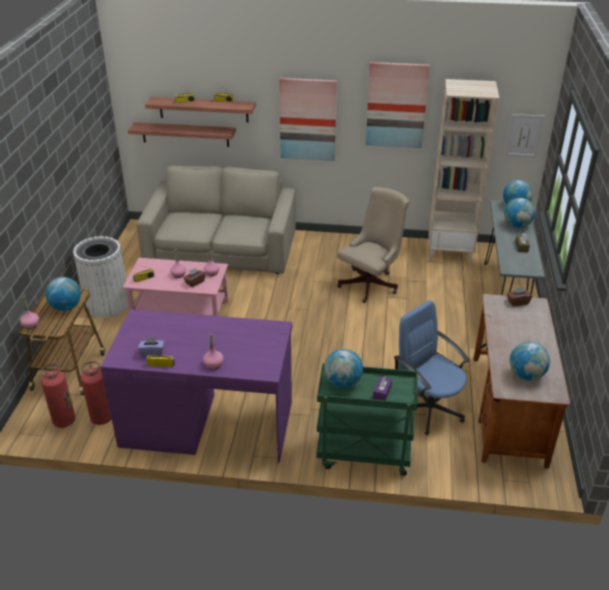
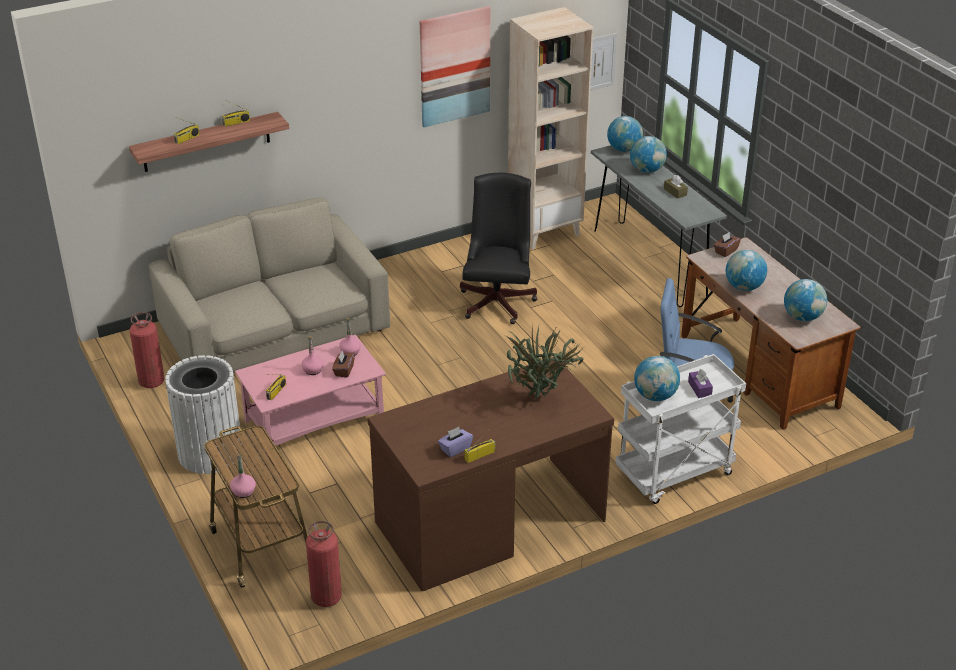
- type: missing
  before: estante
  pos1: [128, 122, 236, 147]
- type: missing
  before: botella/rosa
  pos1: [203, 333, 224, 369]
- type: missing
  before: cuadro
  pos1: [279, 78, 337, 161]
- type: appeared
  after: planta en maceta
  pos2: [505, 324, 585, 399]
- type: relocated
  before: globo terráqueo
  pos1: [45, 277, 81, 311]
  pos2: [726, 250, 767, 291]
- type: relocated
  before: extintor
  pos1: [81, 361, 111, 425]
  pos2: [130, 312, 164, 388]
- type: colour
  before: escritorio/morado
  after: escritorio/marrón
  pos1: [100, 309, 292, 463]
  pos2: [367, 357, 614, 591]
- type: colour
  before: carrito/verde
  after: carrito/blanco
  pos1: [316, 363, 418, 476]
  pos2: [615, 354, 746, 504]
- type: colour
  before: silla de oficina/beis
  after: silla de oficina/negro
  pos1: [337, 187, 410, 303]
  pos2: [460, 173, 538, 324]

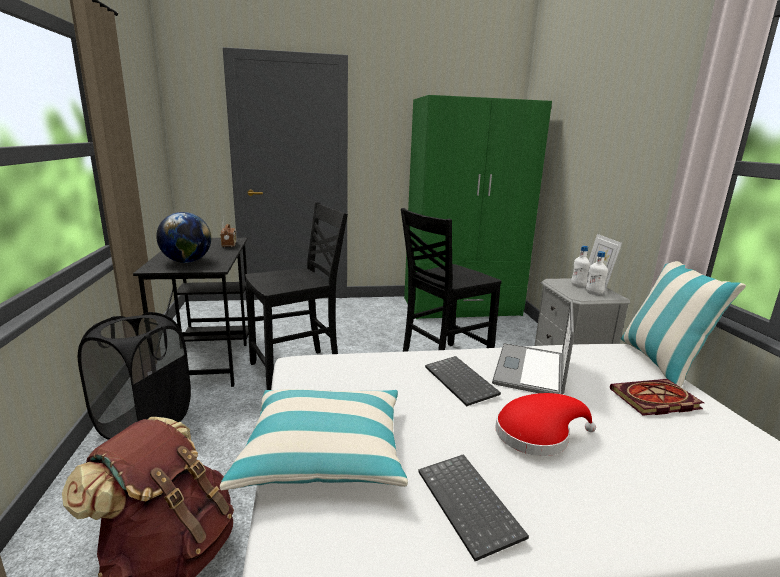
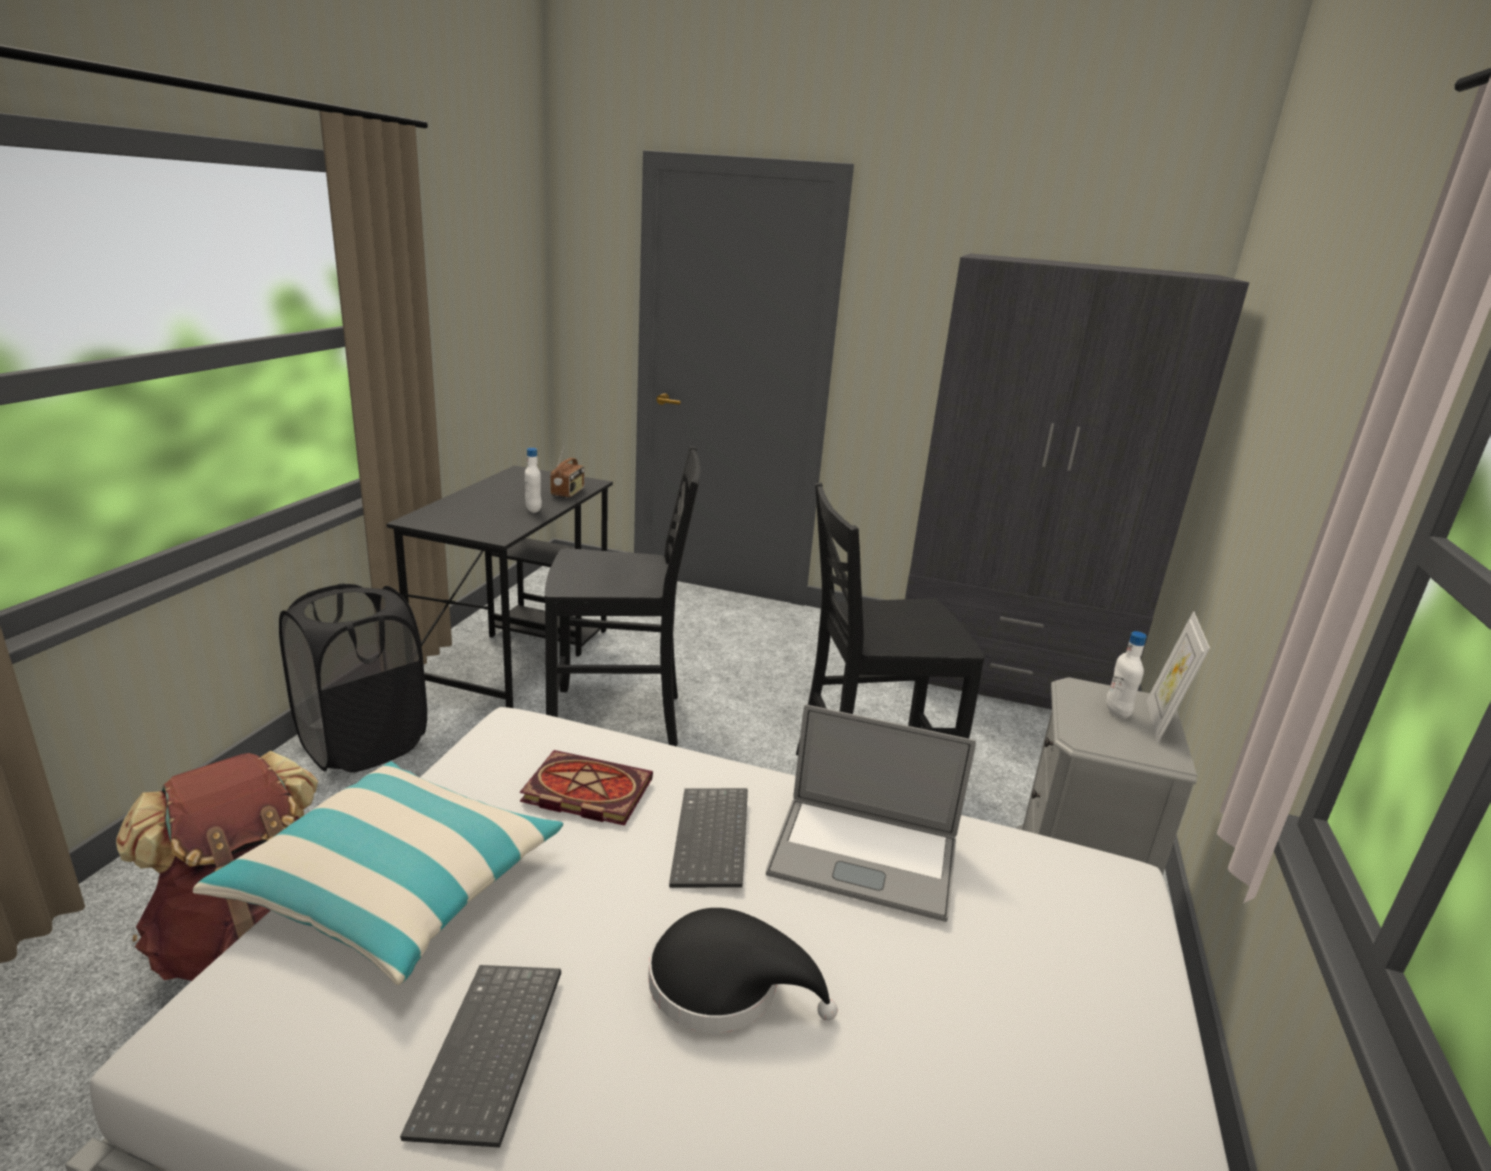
- type: missing
  before: globo terráqueo
  pos1: [156, 212, 211, 263]
- type: missing
  before: cojín
  pos1: [621, 261, 746, 387]
- type: relocated
  before: botella/blanco
  pos1: [586, 251, 608, 295]
  pos2: [525, 448, 542, 513]
- type: relocated
  before: libro
  pos1: [610, 379, 704, 416]
  pos2: [520, 750, 653, 826]
- type: colour
  before: armario ropero/verde
  after: armario ropero/gris
  pos1: [404, 95, 552, 319]
  pos2: [905, 253, 1249, 709]
- type: colour
  before: sombrero/rojo
  after: sombrero/negro
  pos1: [495, 393, 596, 456]
  pos2: [648, 908, 838, 1033]
- type: spun
  before: portátil
  pos1: [492, 300, 574, 394]
  pos2: [766, 705, 976, 922]
  turn: -120

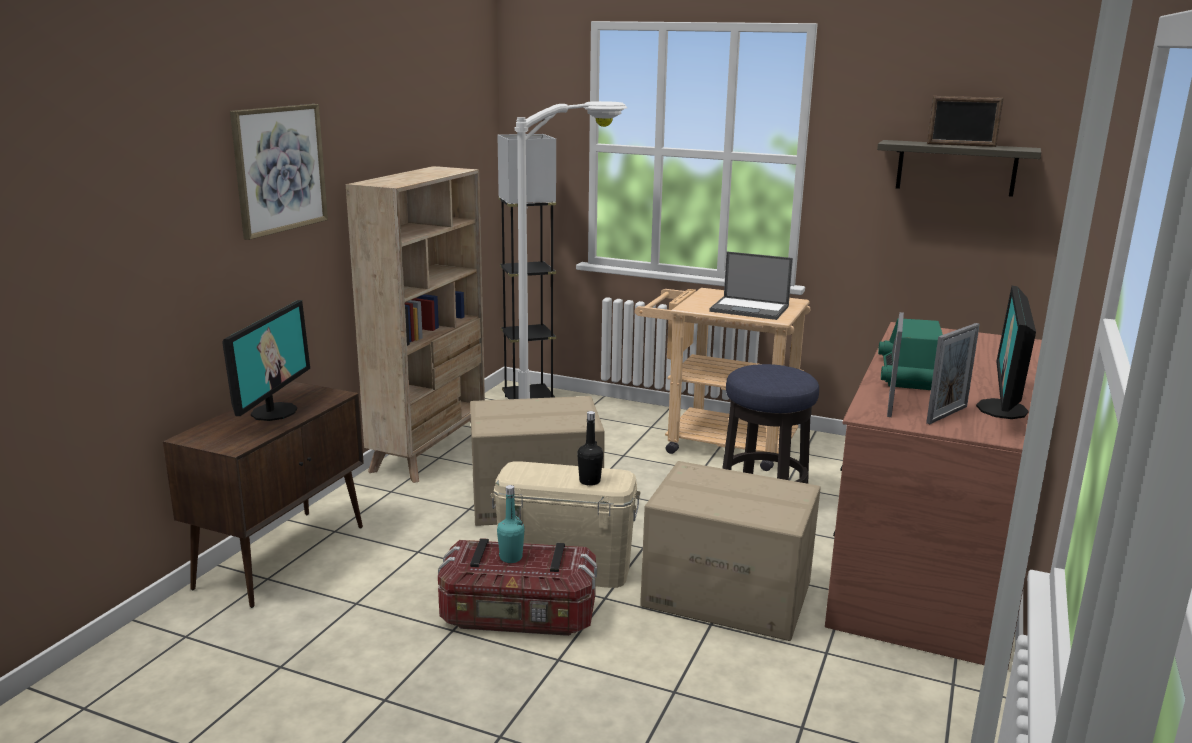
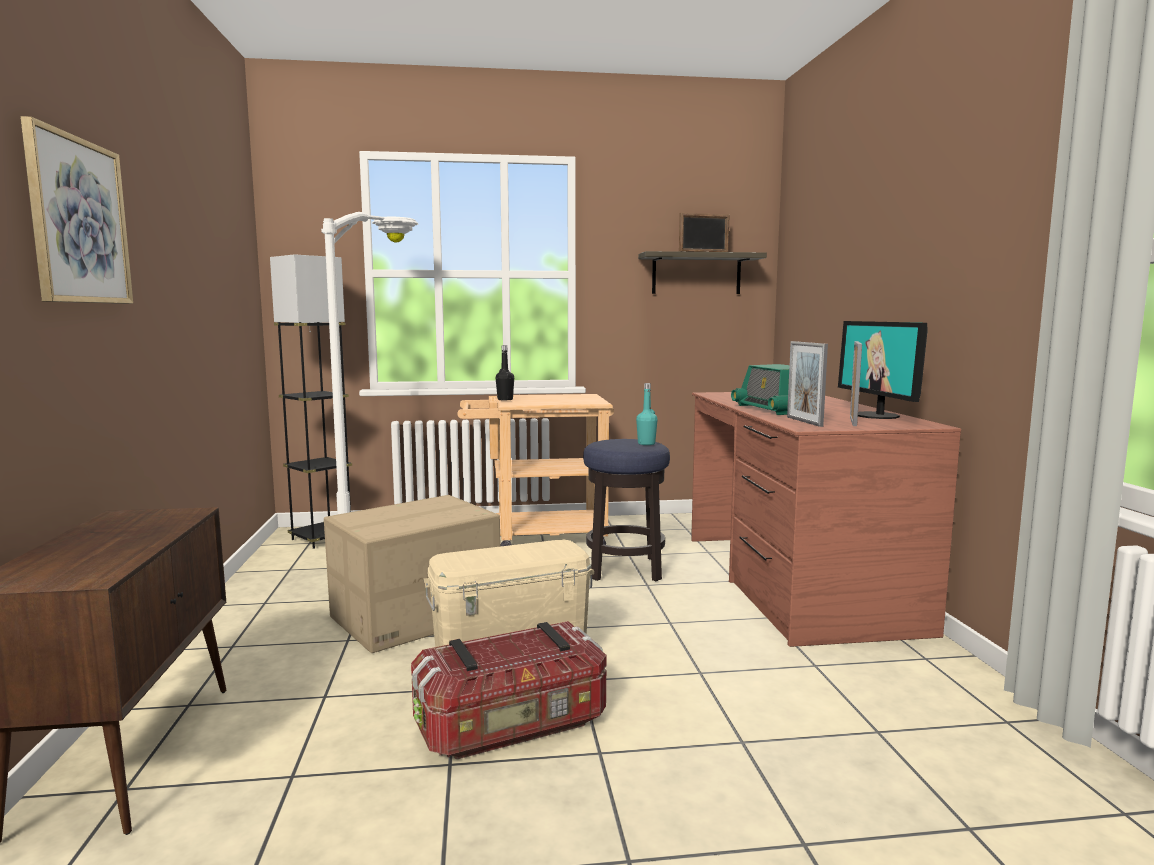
- type: missing
  before: monitor
  pos1: [222, 300, 310, 421]
- type: missing
  before: estantería/beis
  pos1: [346, 166, 485, 483]
- type: missing
  before: caja de cartón
  pos1: [640, 461, 821, 641]
- type: missing
  before: portátil
  pos1: [709, 251, 793, 320]
- type: relocated
  before: botella/turquesa
  pos1: [497, 485, 525, 563]
  pos2: [636, 383, 658, 445]
- type: relocated
  before: botella/negro
  pos1: [577, 411, 603, 486]
  pos2: [496, 345, 514, 401]

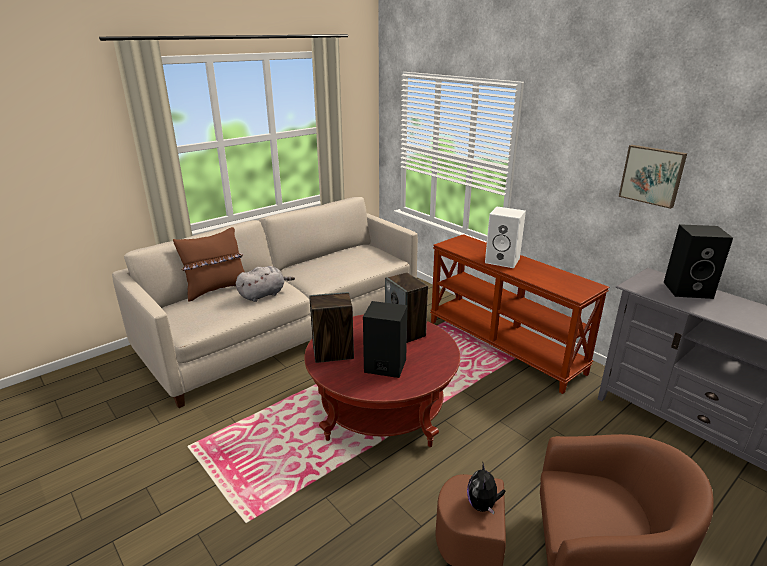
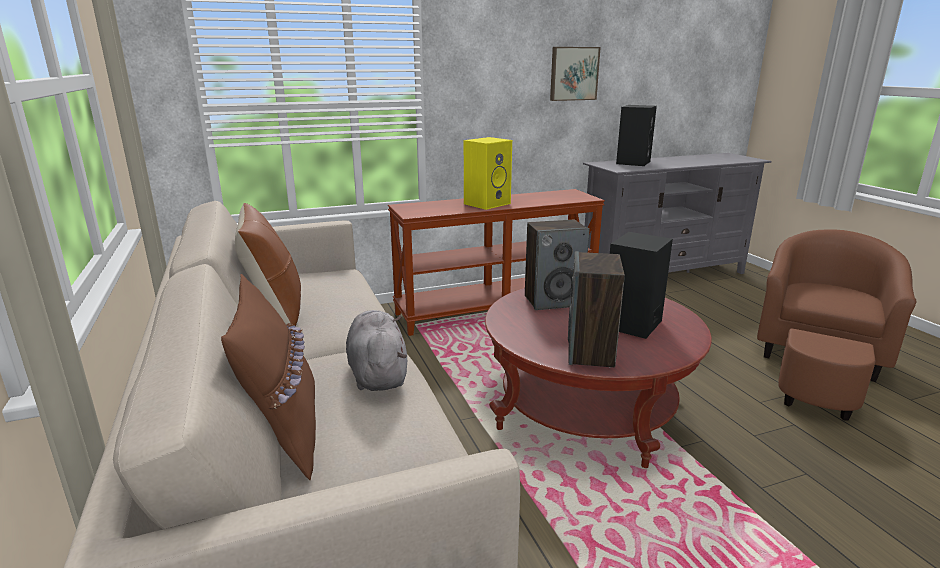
- type: missing
  before: peluche
  pos1: [467, 461, 506, 515]
- type: appeared
  after: cojín/marrón
  pos2: [235, 203, 301, 326]
- type: colour
  before: altavoz/blanco
  after: altavoz/amarillo
  pos1: [485, 207, 526, 268]
  pos2: [464, 137, 512, 210]

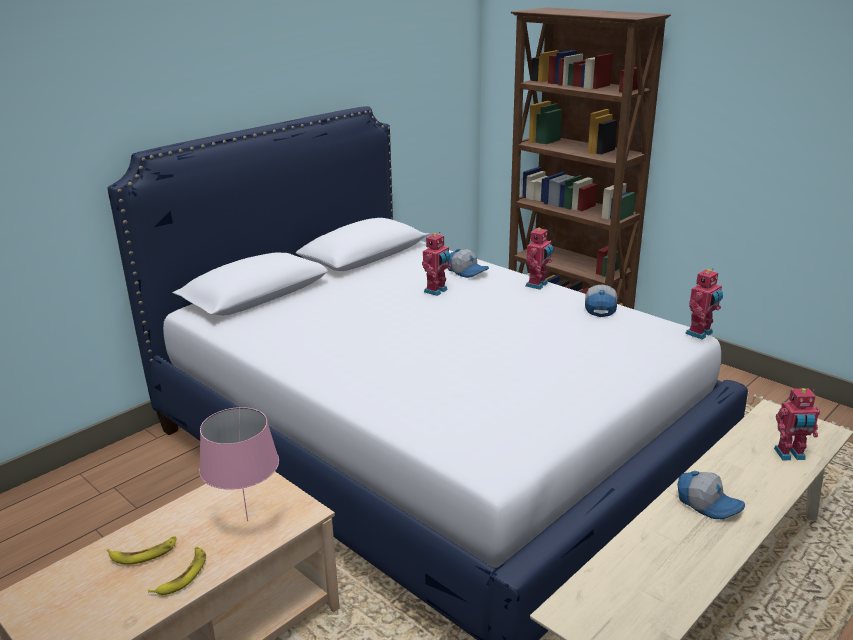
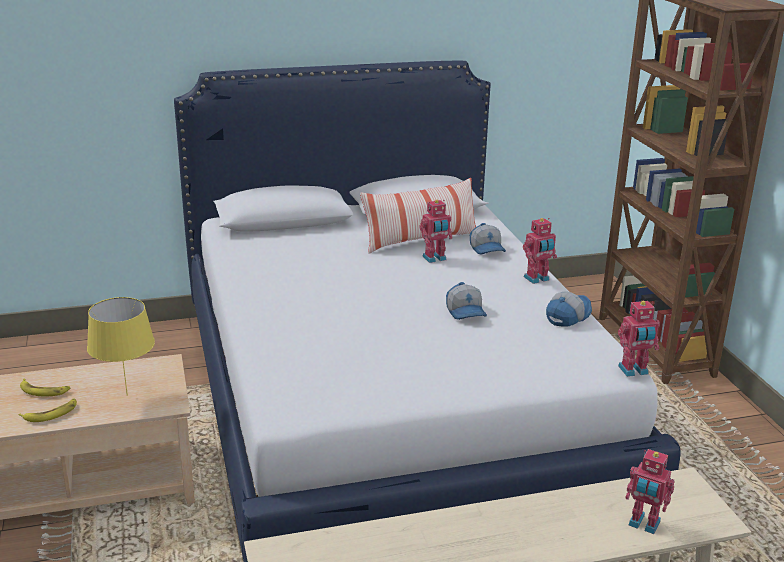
- type: appeared
  after: cojín
  pos2: [360, 178, 476, 253]
- type: relocated
  before: gorra
  pos1: [677, 471, 745, 519]
  pos2: [446, 282, 487, 320]
- type: colour
  before: lámpara de mesa/rosa
  after: lámpara de mesa/amarillo
  pos1: [199, 407, 279, 521]
  pos2: [87, 297, 155, 396]

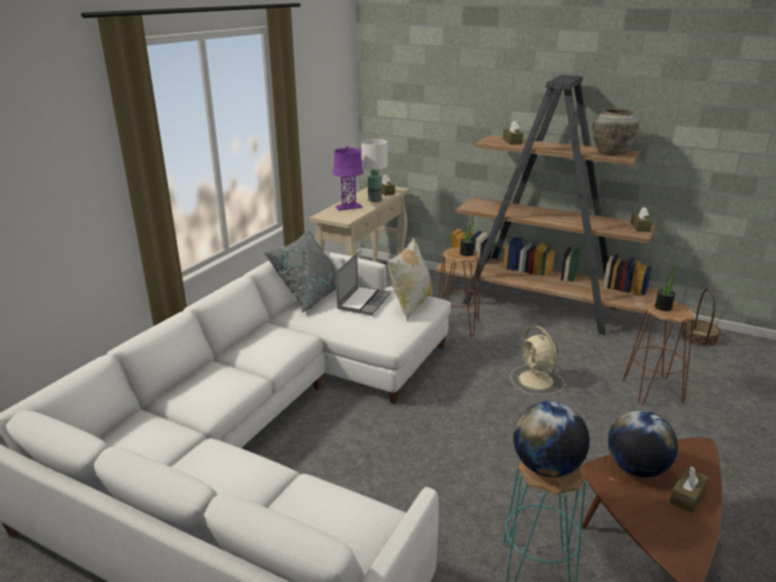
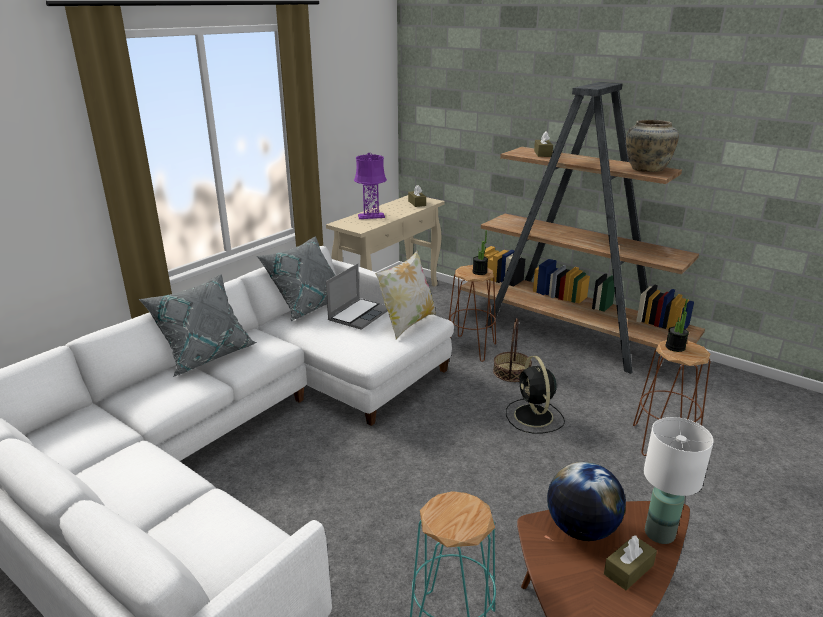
- type: missing
  before: globo terráqueo
  pos1: [513, 401, 590, 477]
- type: missing
  before: caja de pañuelos/marrón
  pos1: [631, 207, 652, 232]
- type: appeared
  after: cojín/gris
  pos2: [139, 274, 257, 377]
- type: relocated
  before: lámpara de mesa/blanco
  pos1: [361, 139, 387, 202]
  pos2: [644, 417, 714, 544]
- type: relocated
  before: cesta
  pos1: [681, 289, 721, 347]
  pos2: [493, 318, 532, 382]
- type: colour
  before: ventilador/beis
  after: ventilador/negro
  pos1: [510, 325, 565, 396]
  pos2: [506, 356, 565, 434]

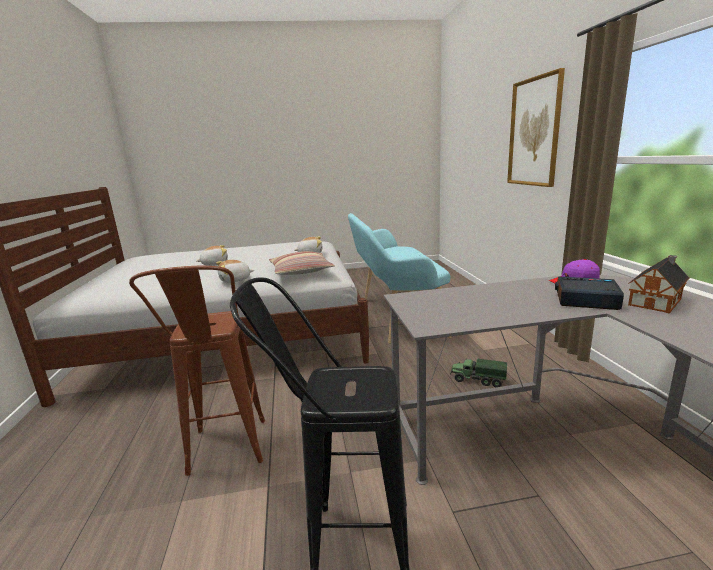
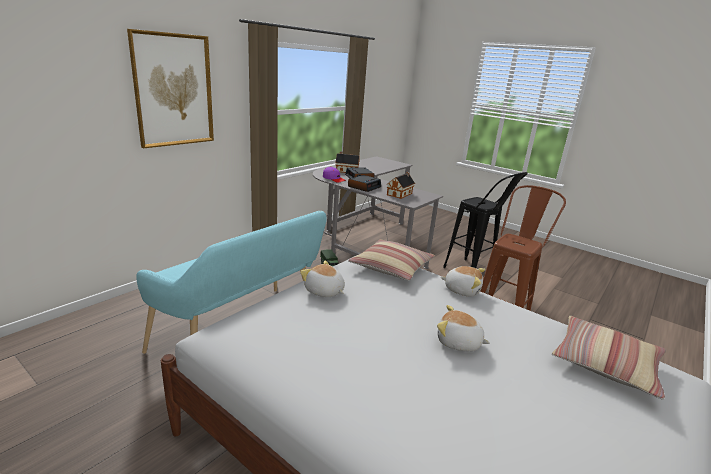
- type: appeared
  after: despertador
  pos2: [348, 175, 381, 192]
- type: appeared
  after: casita
  pos2: [386, 172, 415, 199]
- type: appeared
  after: cojín
  pos2: [552, 316, 666, 400]

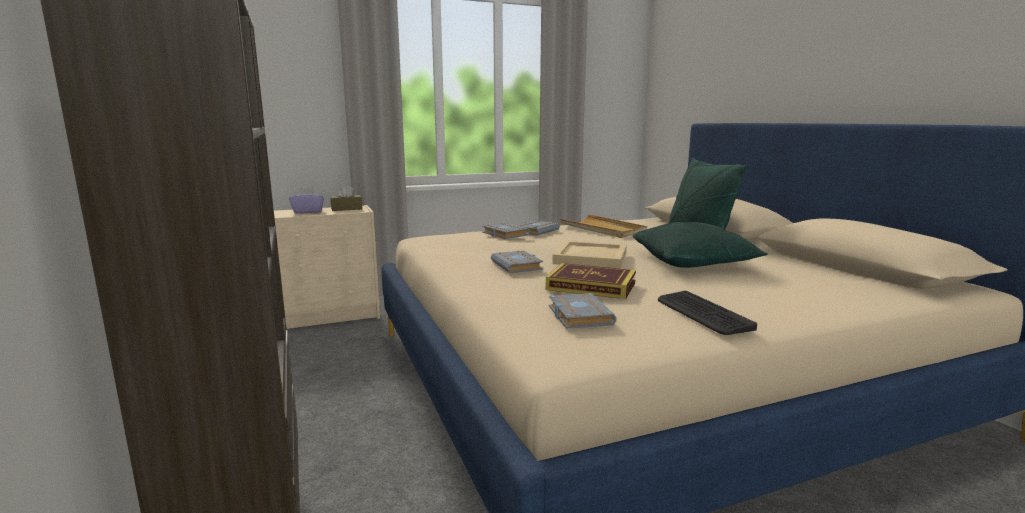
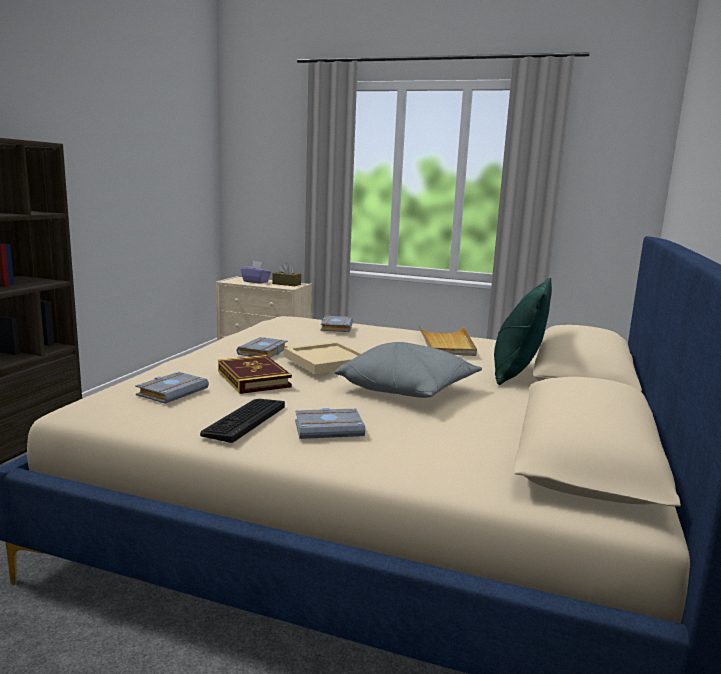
- type: relocated
  before: libro/gris
  pos1: [516, 220, 560, 236]
  pos2: [295, 408, 365, 439]
- type: colour
  before: cojín/verde
  after: cojín/gris
  pos1: [633, 222, 768, 268]
  pos2: [334, 342, 482, 398]

